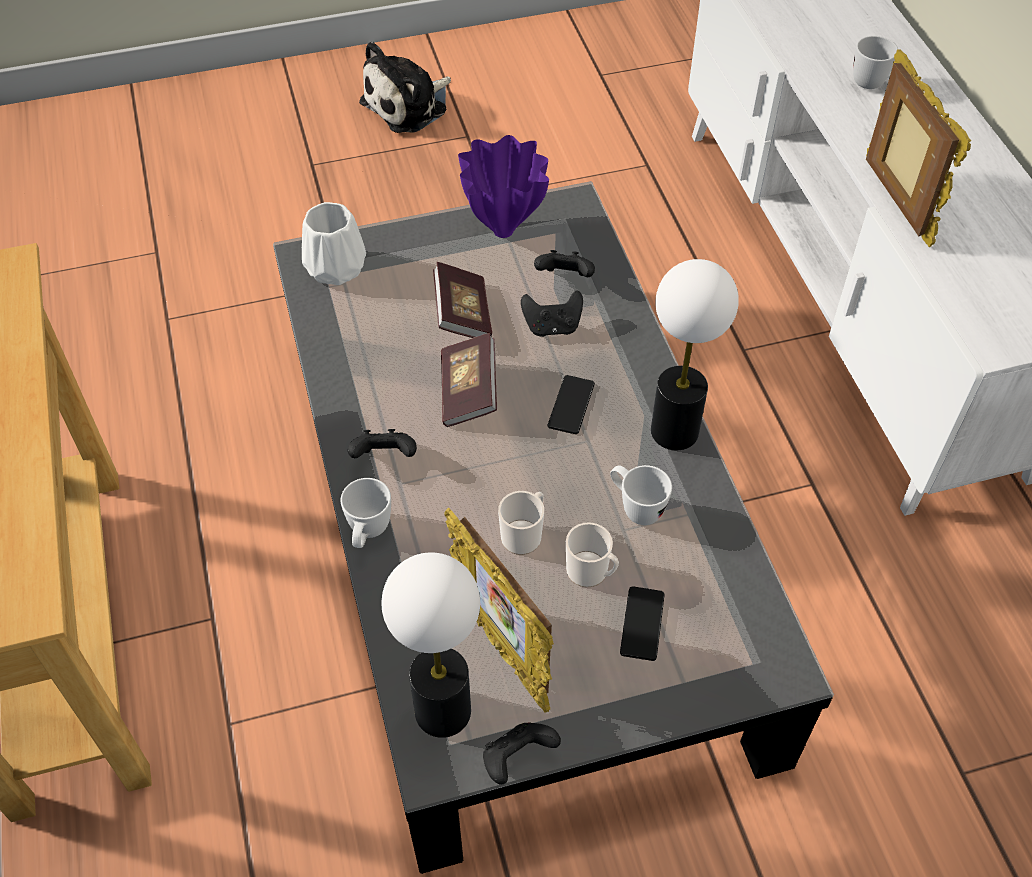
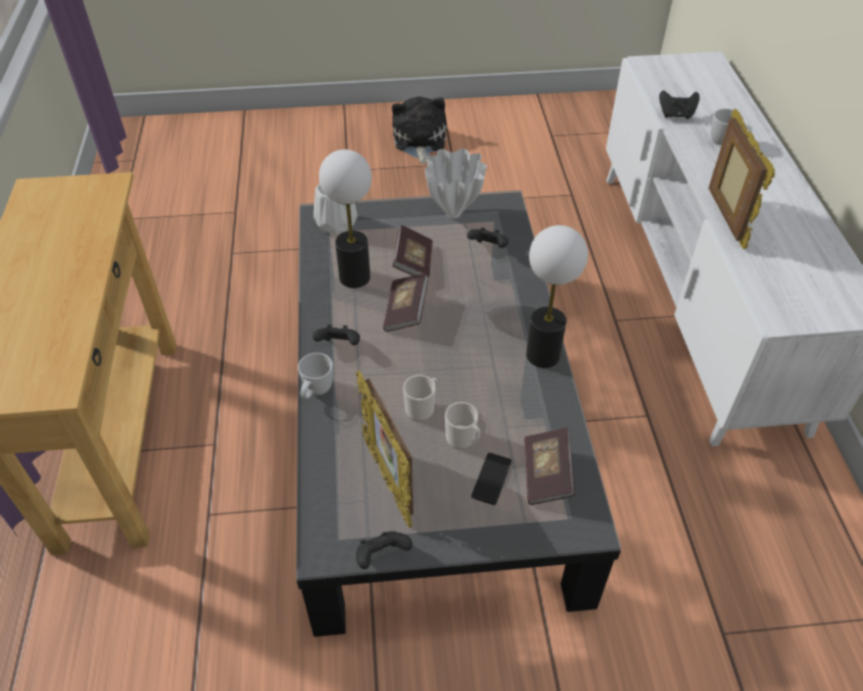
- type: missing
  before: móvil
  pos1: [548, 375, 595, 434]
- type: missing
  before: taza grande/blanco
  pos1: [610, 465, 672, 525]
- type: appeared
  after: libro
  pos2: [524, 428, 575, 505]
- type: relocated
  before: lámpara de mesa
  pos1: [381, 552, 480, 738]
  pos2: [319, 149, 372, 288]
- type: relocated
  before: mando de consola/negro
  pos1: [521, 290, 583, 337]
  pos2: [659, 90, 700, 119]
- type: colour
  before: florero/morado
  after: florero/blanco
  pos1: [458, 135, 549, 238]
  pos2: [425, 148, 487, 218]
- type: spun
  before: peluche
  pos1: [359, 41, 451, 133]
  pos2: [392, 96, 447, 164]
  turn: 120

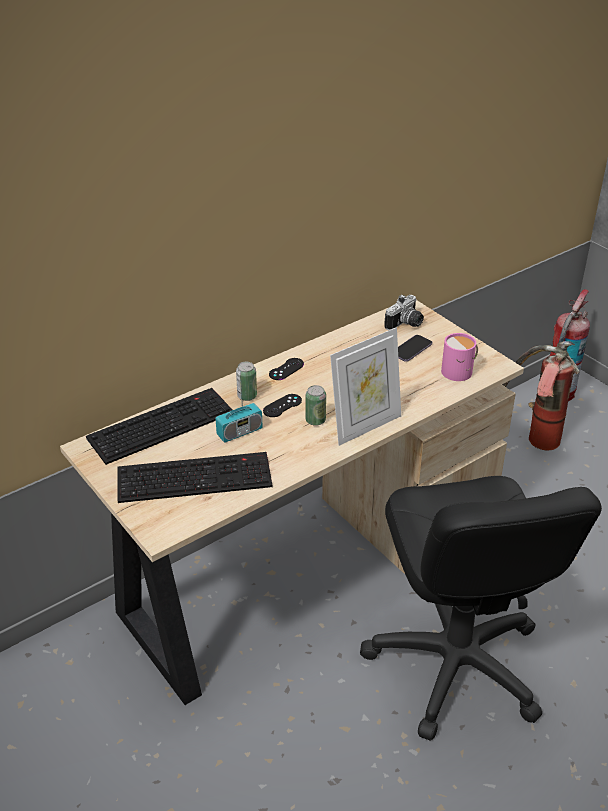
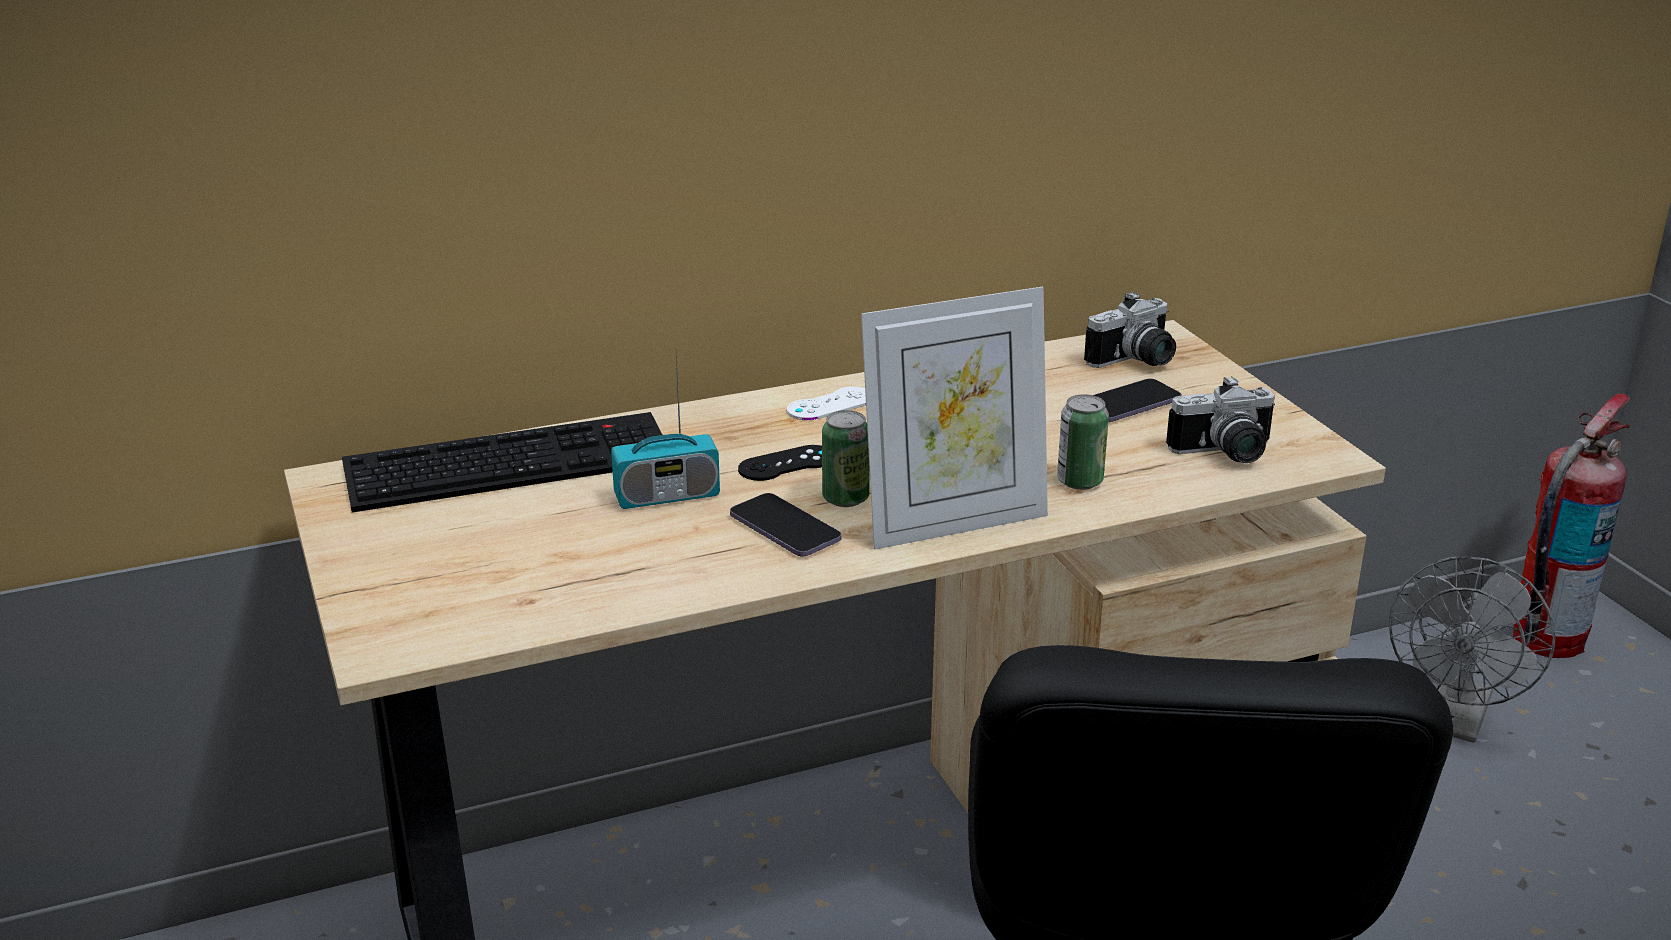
- type: missing
  before: teclado
  pos1: [117, 452, 273, 503]
- type: appeared
  after: móvil
  pos2: [730, 493, 842, 557]
- type: relocated
  before: lata
  pos1: [236, 362, 257, 401]
  pos2: [1057, 394, 1109, 490]
- type: exchanged
  before: taza grande/rosa
  after: cámara
  pos1: [441, 333, 478, 381]
  pos2: [1166, 376, 1275, 463]
- type: exchanged
  before: extintor
  after: ventilador/gris
  pos1: [502, 341, 580, 450]
  pos2: [1389, 556, 1555, 743]
- type: colour
  before: mando de consola/negro
  after: mando de consola/blanco
  pos1: [269, 358, 304, 380]
  pos2: [787, 387, 866, 420]

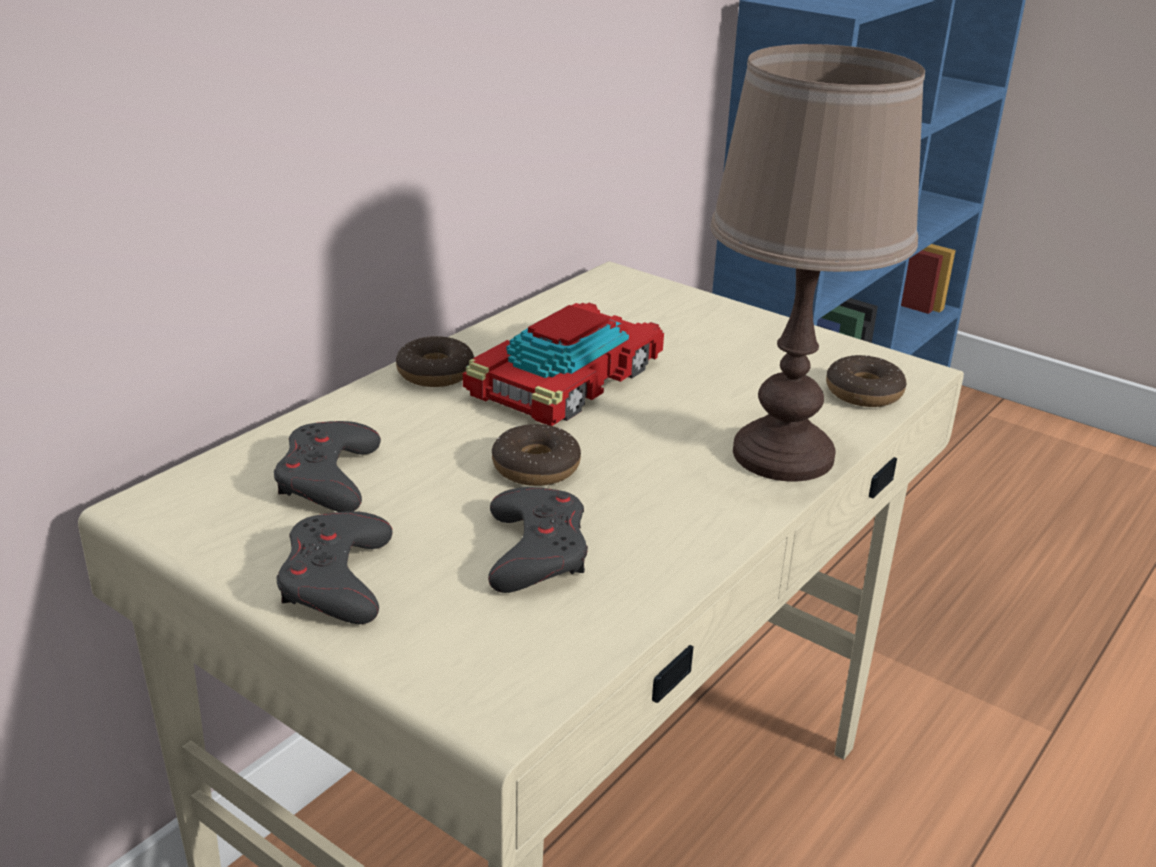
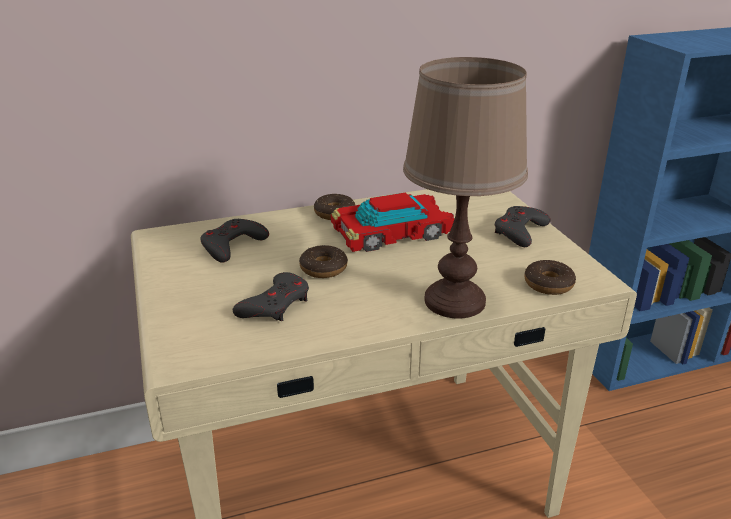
- type: relocated
  before: mando de consola/gris
  pos1: [277, 511, 393, 624]
  pos2: [495, 206, 551, 247]

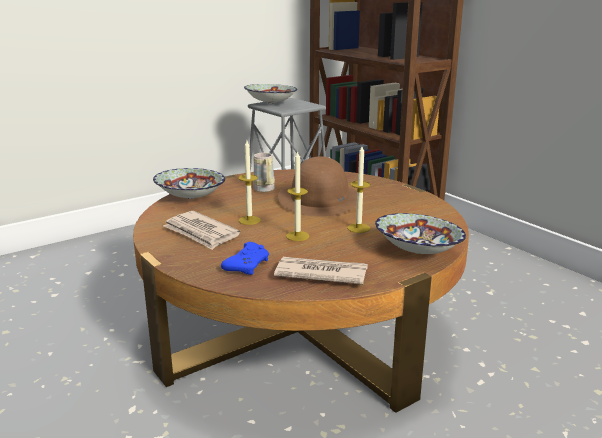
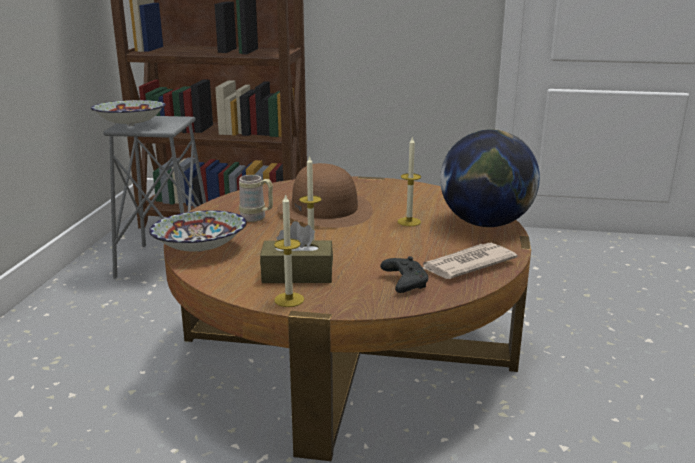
- type: relocated
  before: vela
  pos1: [286, 150, 310, 241]
  pos2: [274, 193, 304, 307]
- type: exchanged
  before: periódico
  after: caja de pañuelos/marrón
  pos1: [163, 211, 240, 250]
  pos2: [260, 221, 333, 283]
- type: exchanged
  before: cuenco
  after: globo terráqueo
  pos1: [375, 213, 466, 254]
  pos2: [440, 129, 540, 227]
- type: colour
  before: mando de consola/azul
  after: mando de consola/negro
  pos1: [221, 242, 269, 275]
  pos2: [380, 256, 428, 293]

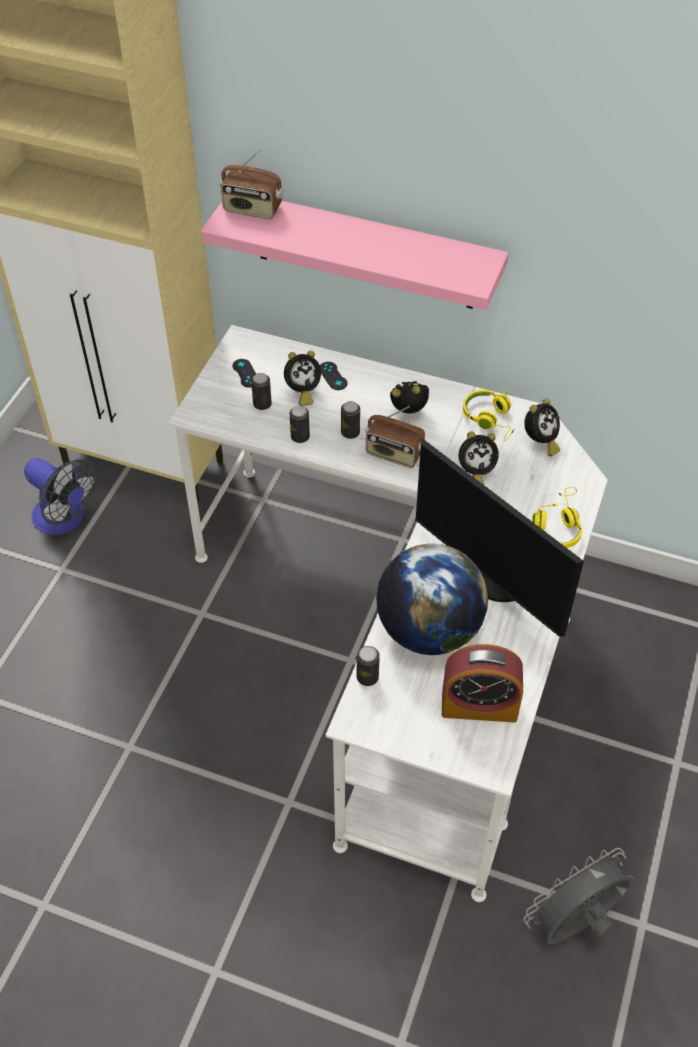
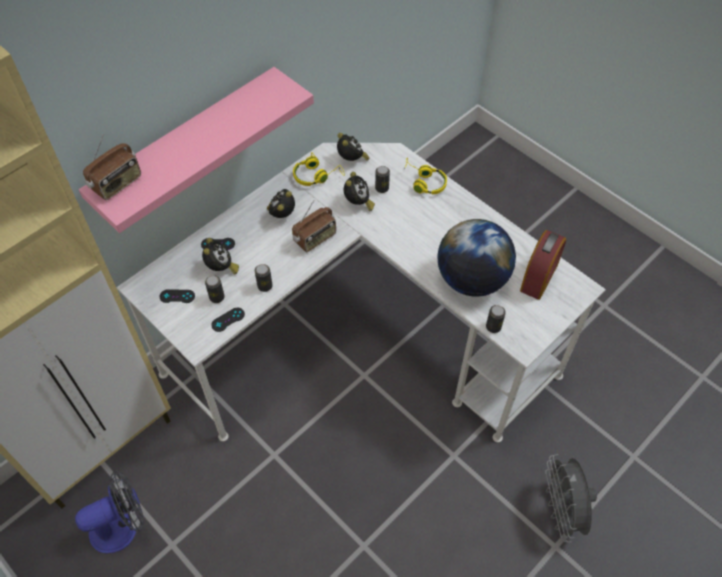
- type: missing
  before: monitor
  pos1: [416, 438, 584, 637]
- type: appeared
  after: mando de consola/negro
  pos2: [211, 308, 245, 332]
- type: relocated
  before: lata
  pos1: [341, 401, 360, 439]
  pos2: [375, 166, 390, 193]
- type: relocated
  before: ventilador/gris
  pos1: [524, 848, 635, 944]
  pos2: [545, 454, 597, 543]

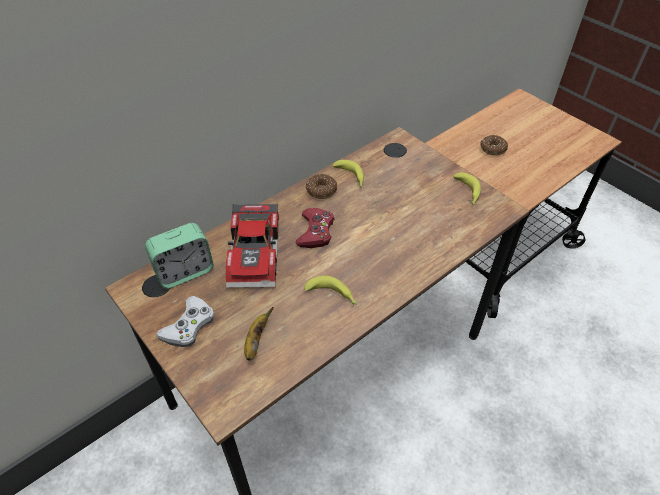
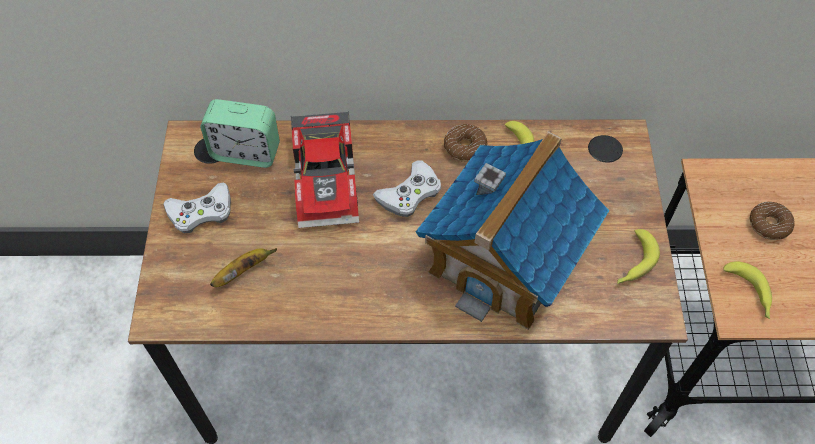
- type: appeared
  after: casita
  pos2: [416, 132, 610, 330]
- type: relocated
  before: plátano
  pos1: [304, 275, 357, 305]
  pos2: [723, 261, 772, 319]
- type: colour
  before: mando de consola/rojo
  after: mando de consola/blanco
  pos1: [296, 208, 334, 248]
  pos2: [373, 160, 441, 217]
- type: spun
  before: coche de juguete
  pos1: [226, 203, 279, 288]
  pos2: [291, 111, 359, 228]
  turn: -45

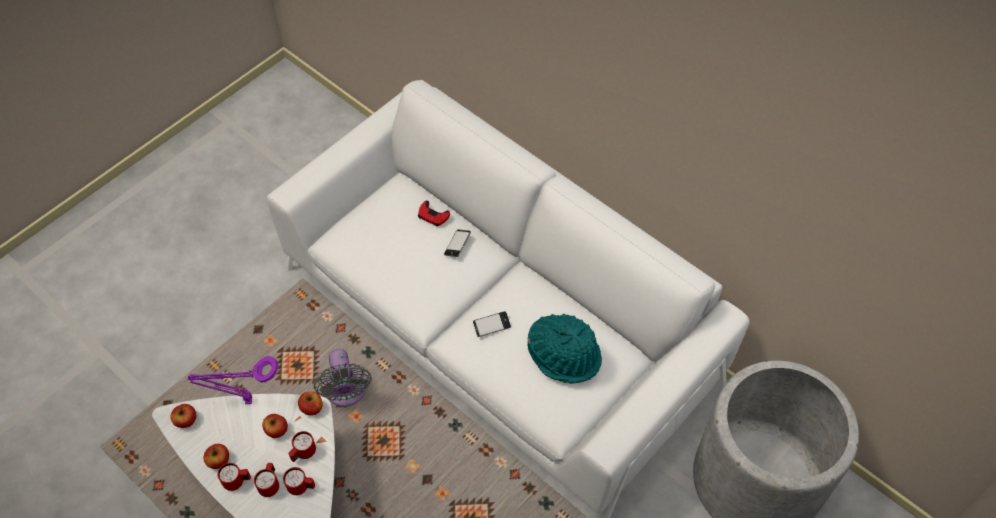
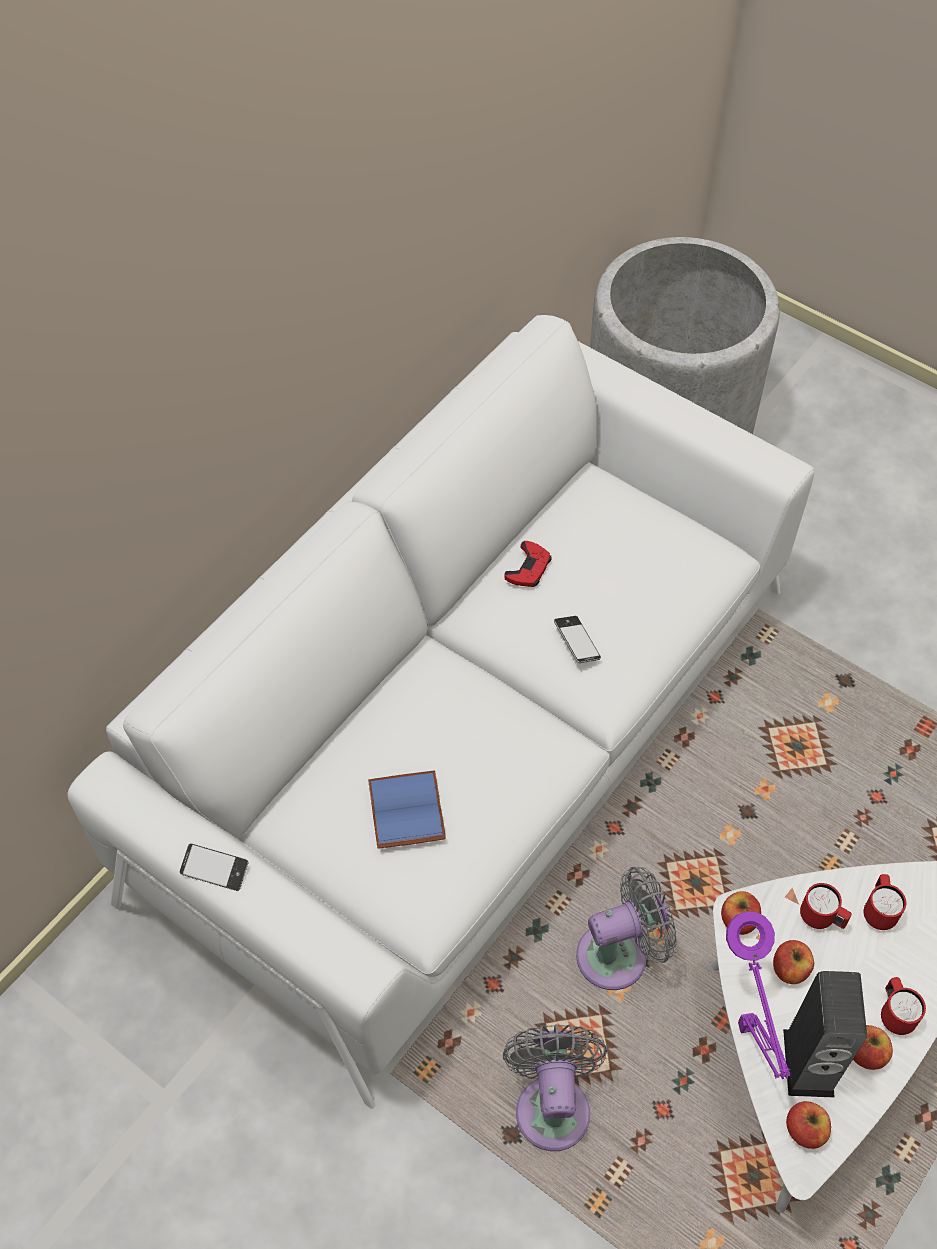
- type: missing
  before: taza grande/rojo
  pos1: [254, 463, 279, 497]
- type: missing
  before: sombrero/turquesa
  pos1: [527, 314, 602, 384]
- type: appeared
  after: libro/azul
  pos2: [368, 770, 446, 849]
- type: appeared
  after: ventilador/gris
  pos2: [503, 1024, 608, 1151]
- type: appeared
  after: altavoz
  pos2: [783, 971, 867, 1098]
- type: relocated
  before: mando de consola/rojo
  pos1: [418, 201, 450, 226]
  pos2: [505, 541, 552, 587]
- type: relocated
  before: móvil
  pos1: [444, 229, 471, 257]
  pos2: [180, 843, 249, 891]

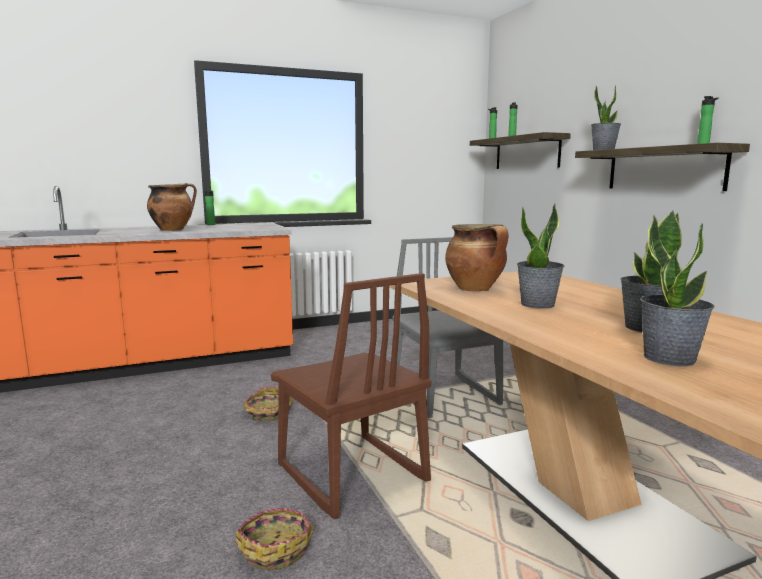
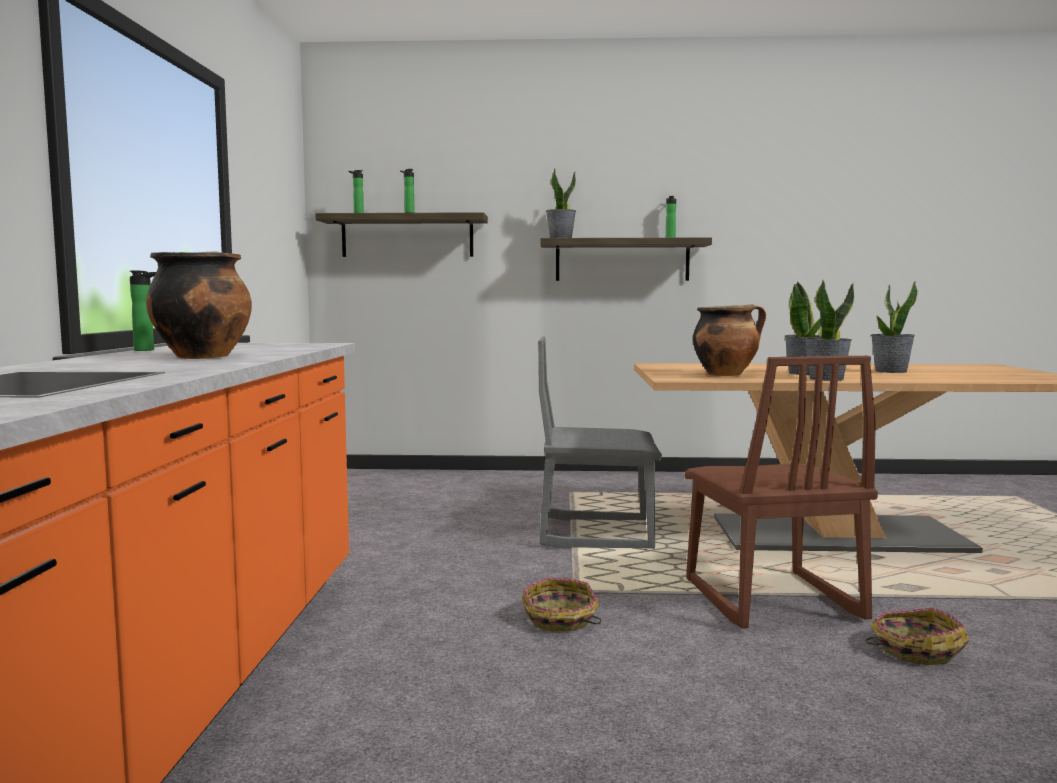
- type: relocated
  before: planta en maceta
  pos1: [640, 215, 715, 366]
  pos2: [805, 280, 854, 381]
- type: spun
  before: silla/marrón
  pos1: [271, 273, 431, 519]
  pos2: [685, 356, 878, 628]
  turn: 90

